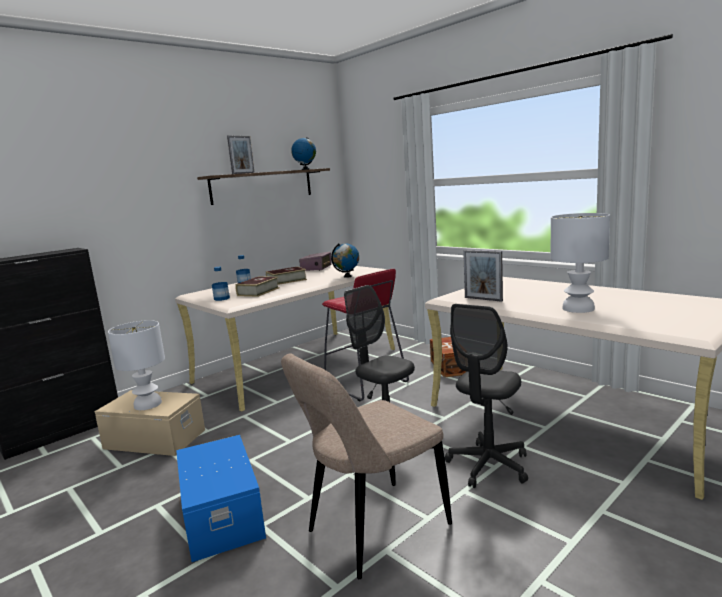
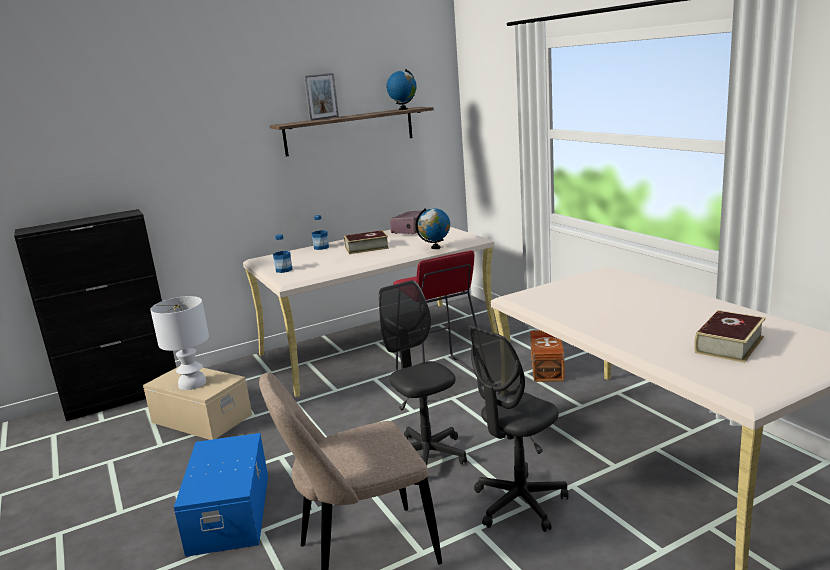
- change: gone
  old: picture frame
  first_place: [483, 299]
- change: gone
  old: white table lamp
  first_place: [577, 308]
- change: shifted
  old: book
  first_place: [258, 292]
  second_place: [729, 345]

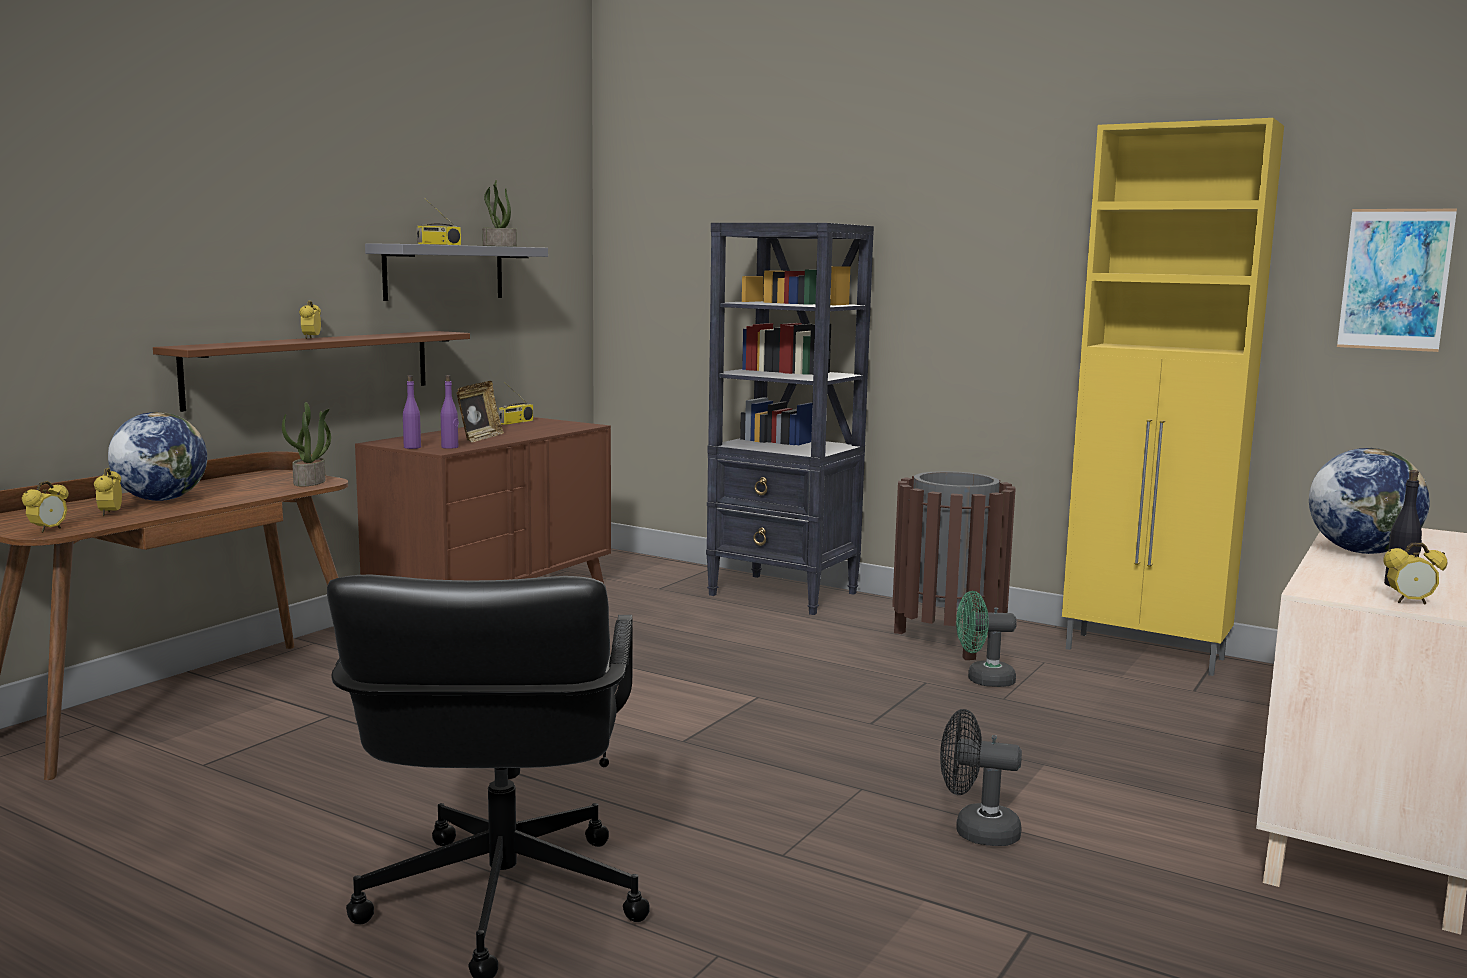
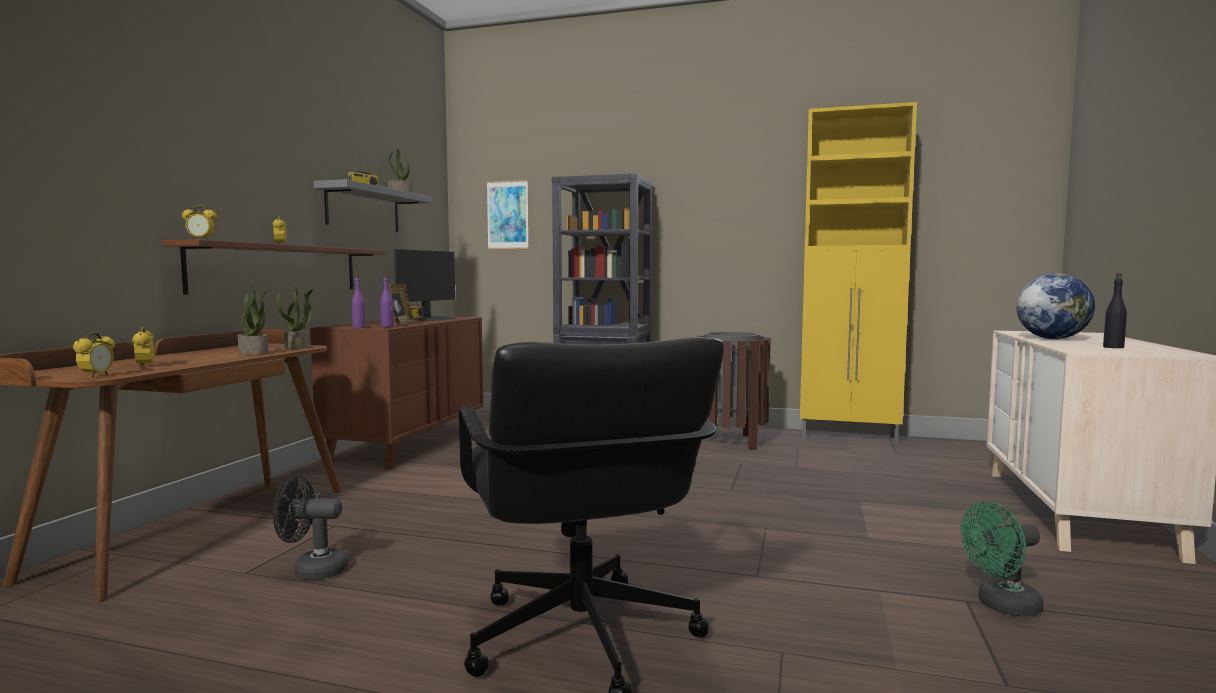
- change: gone
  old: globe
  first_place: [161, 499]
- change: new
  new: potted plant
  second_place: [254, 353]
- change: new
  new: monitor
  second_place: [432, 319]
- change: shifted
  old: black fan
  first_place: [976, 831]
  second_place: [312, 570]
- change: shifted
  old: green fan
  first_place: [982, 680]
  second_place: [1001, 606]
- change: shifted
  old: picture
  first_place: [1395, 279]
  second_place: [507, 215]
- change: shifted
  old: alarm clock
  first_place: [1409, 602]
  second_place: [200, 239]

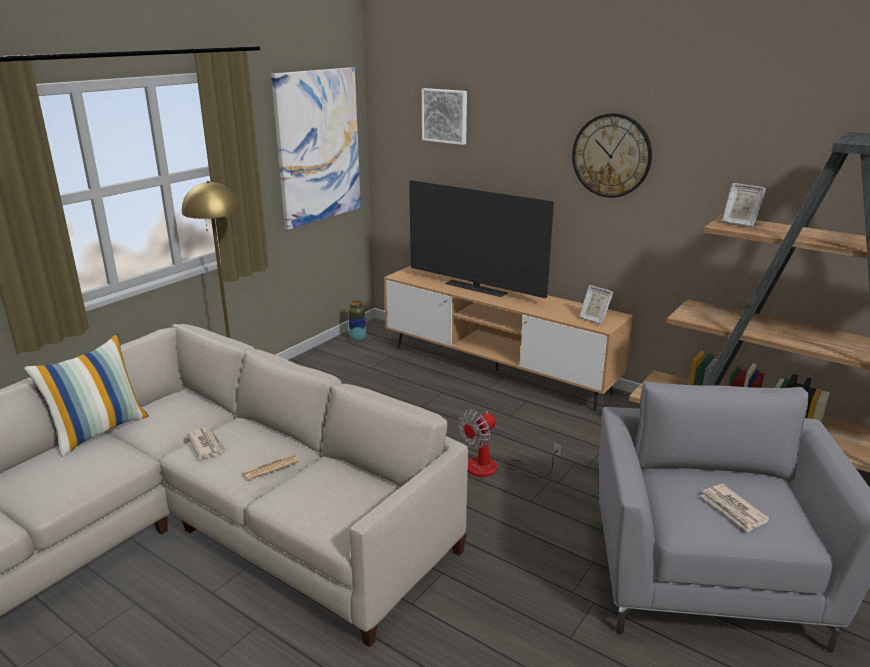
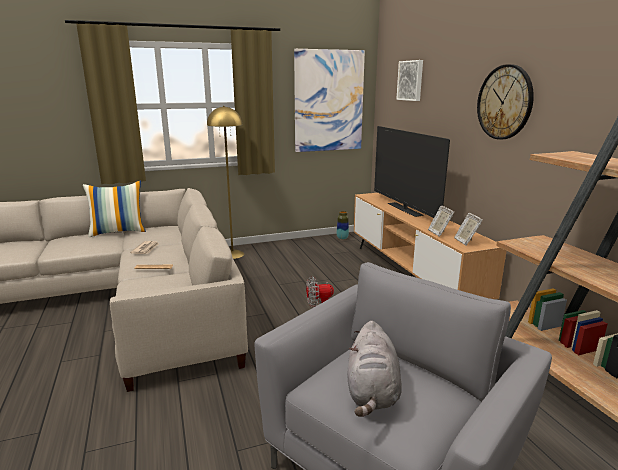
- change: shifted
  old: picture frame
  first_place: [739, 223]
  second_place: [439, 233]
- change: swapped
  old: newspaper
  new: grey plush toy
  first_place: [733, 510]
  second_place: [372, 393]

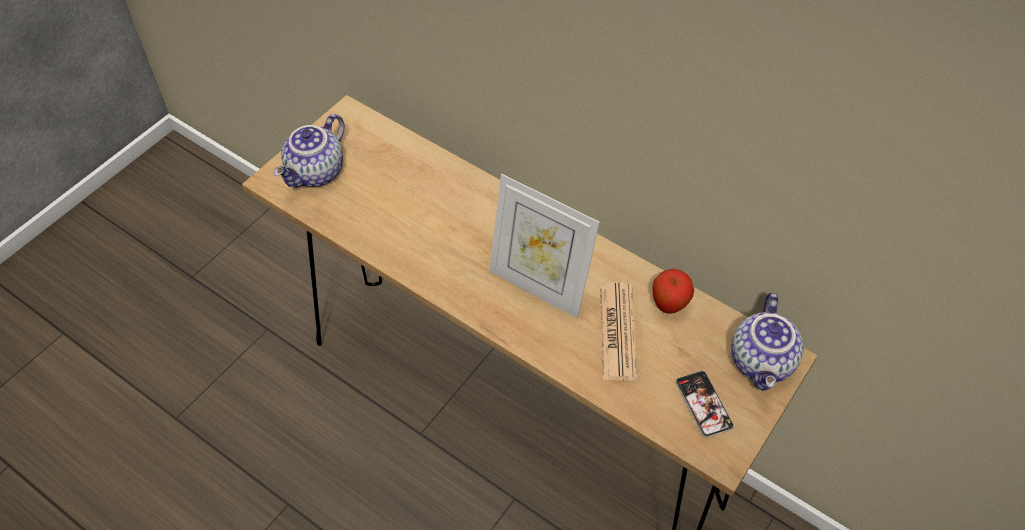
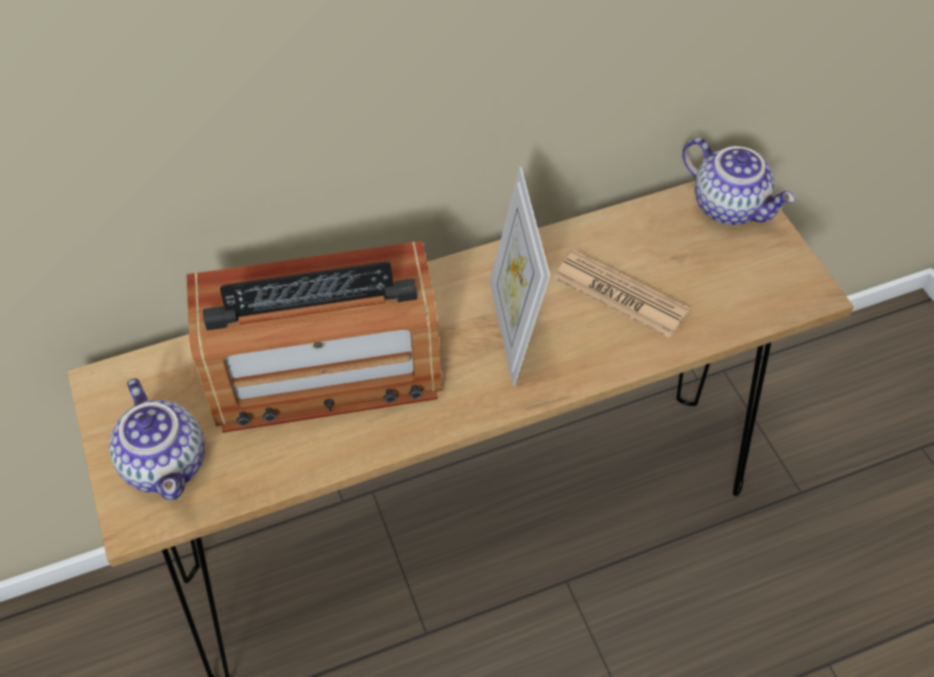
- change: gone
  old: apple
  first_place: [668, 305]
- change: gone
  old: phone
  first_place: [703, 404]
- change: new
  new: radio
  second_place: [325, 372]
- change: rotated
  old: picture frame
  first_place: [538, 286]
  second_place: [514, 330]
  degrees: 105

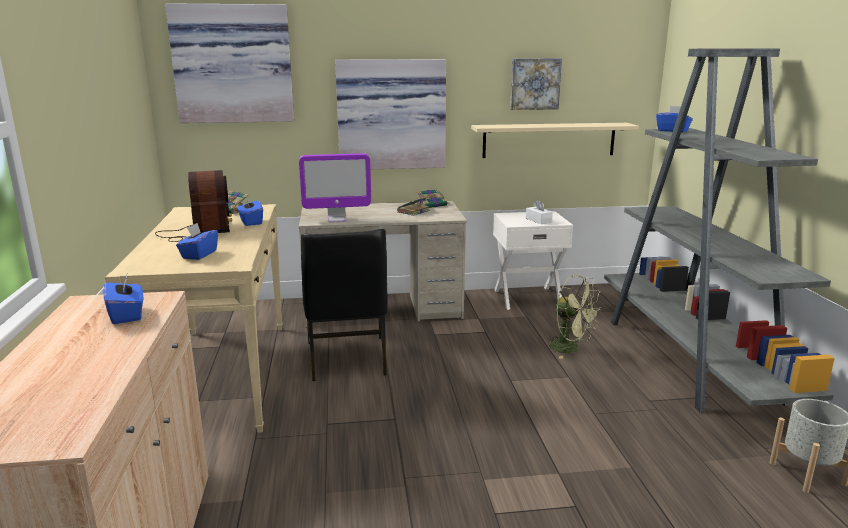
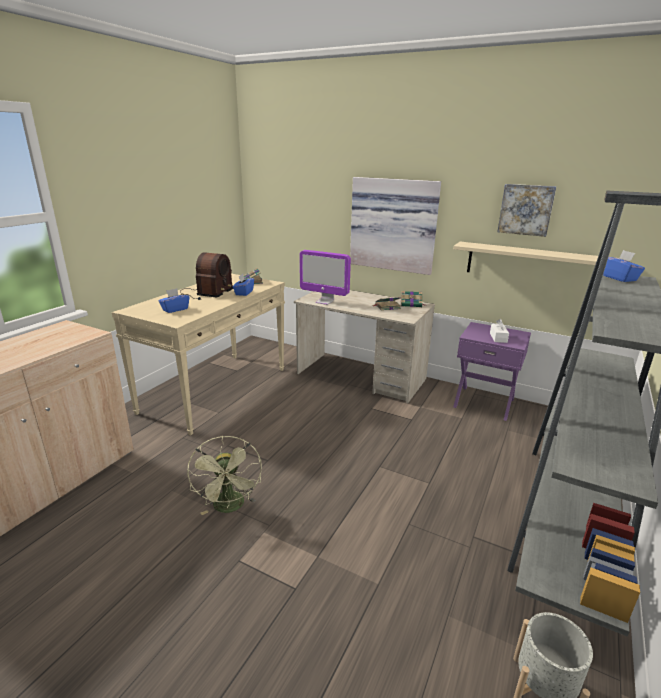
- change: gone
  old: blue tissue box
  first_place: [127, 315]
- change: gone
  old: picture
  first_place: [233, 64]
- change: gone
  old: black chair
  first_place: [347, 359]
- change: shifted
  old: green fan
  first_place: [570, 349]
  second_place: [230, 507]
- change: repainted
  old: white nightstand
  new: purple nightstand
  first_place: [527, 297]
  second_place: [484, 402]

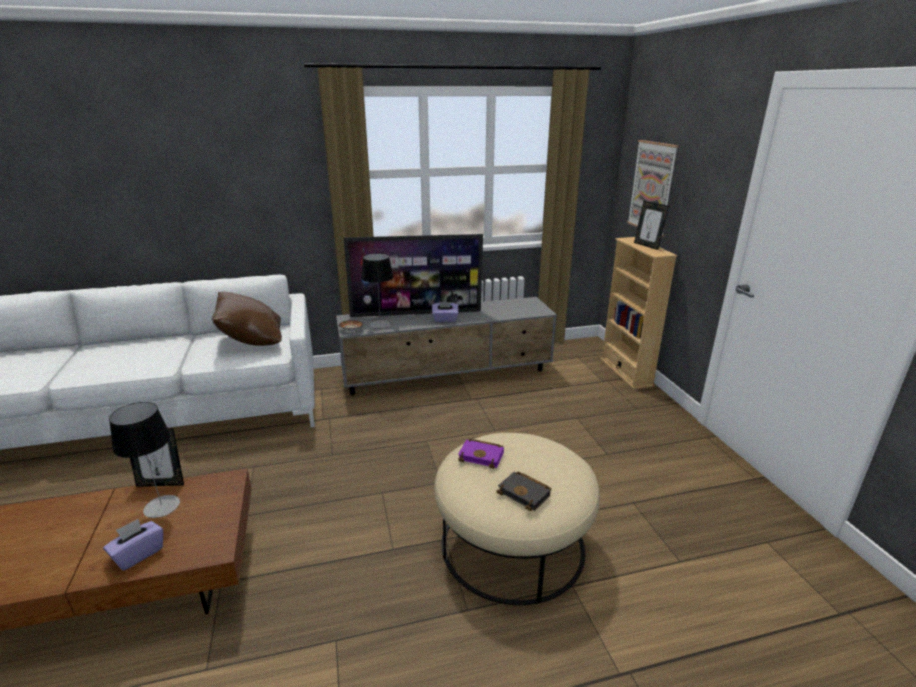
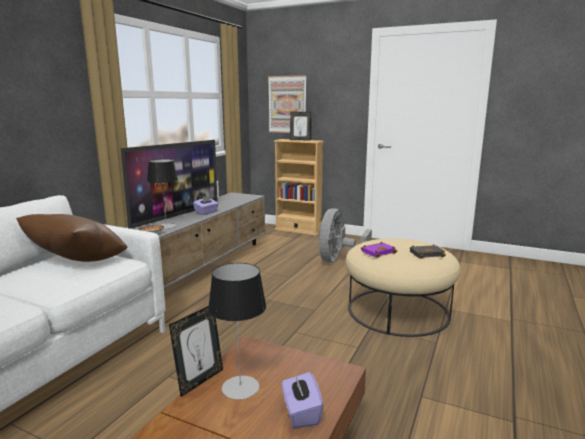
- change: new
  new: grey fan
  second_place: [338, 261]

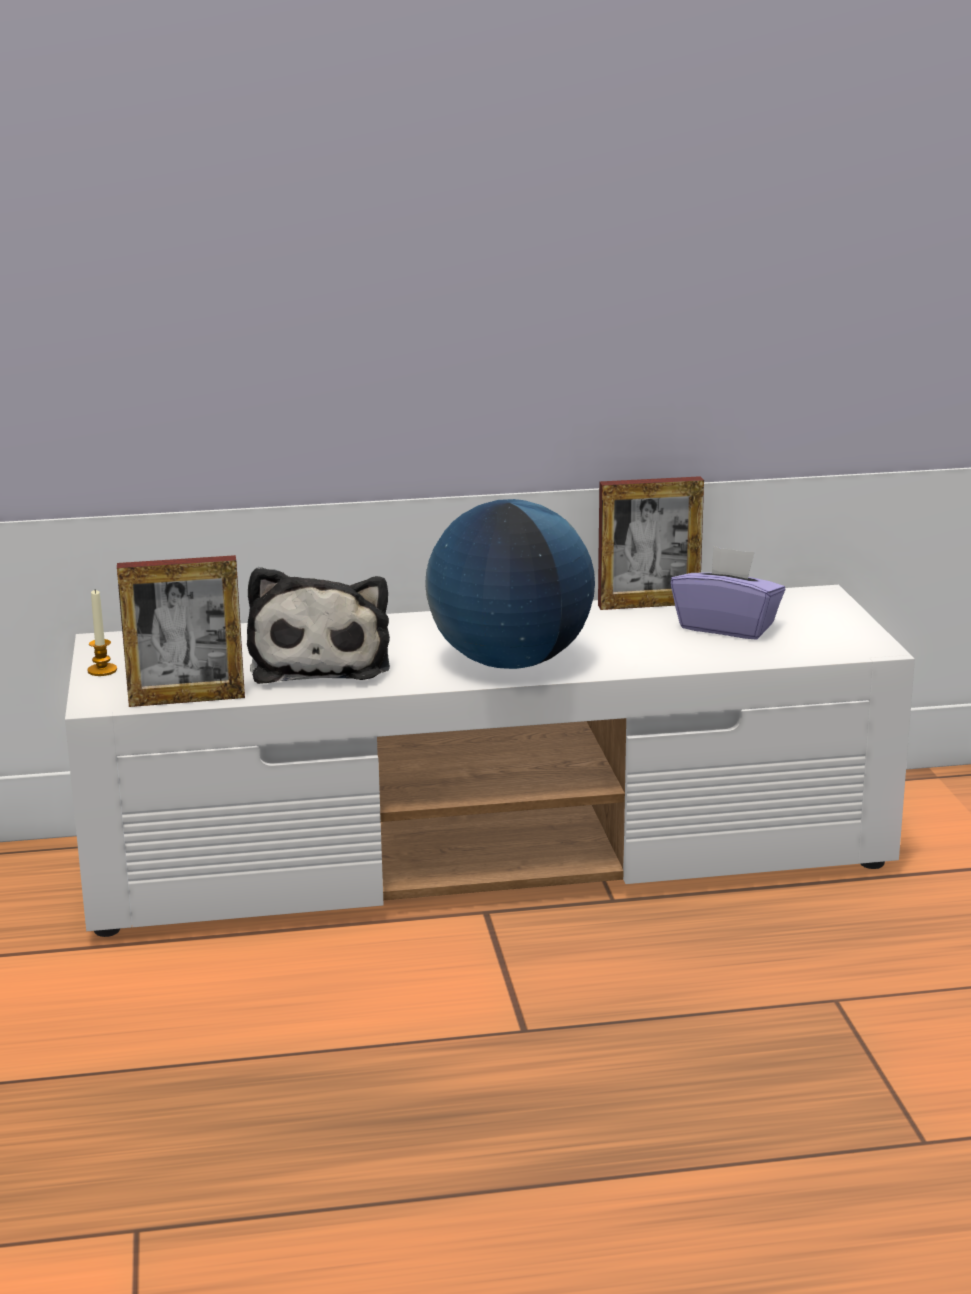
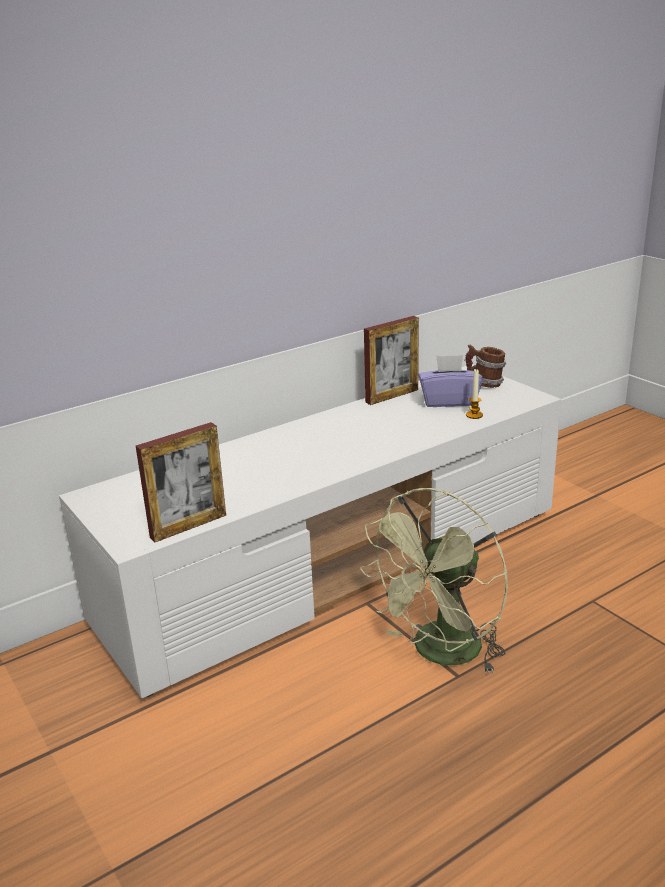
- change: gone
  old: plush toy
  first_place: [321, 662]
- change: gone
  old: globe
  first_place: [510, 663]
- change: new
  new: green fan
  second_place: [440, 654]
- change: new
  new: mug
  second_place: [484, 384]
- change: shifted
  old: candle
  first_place: [102, 670]
  second_place: [474, 415]

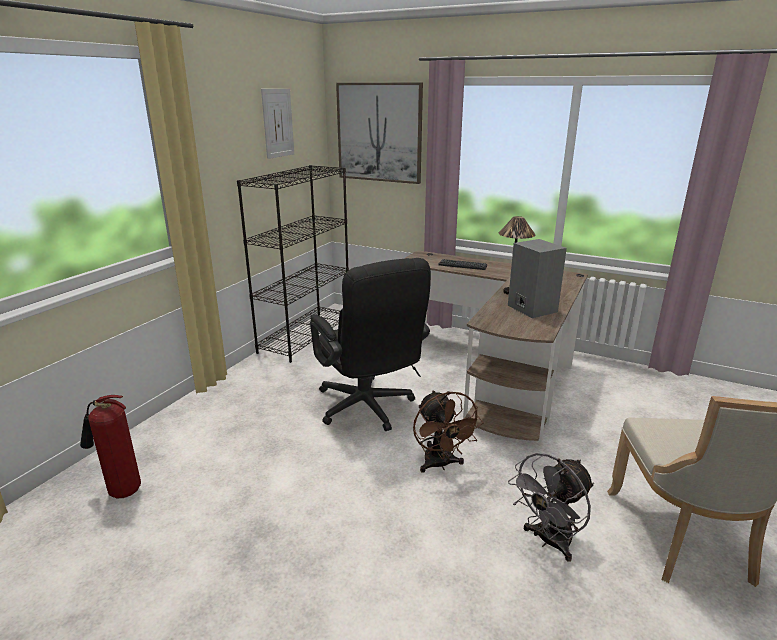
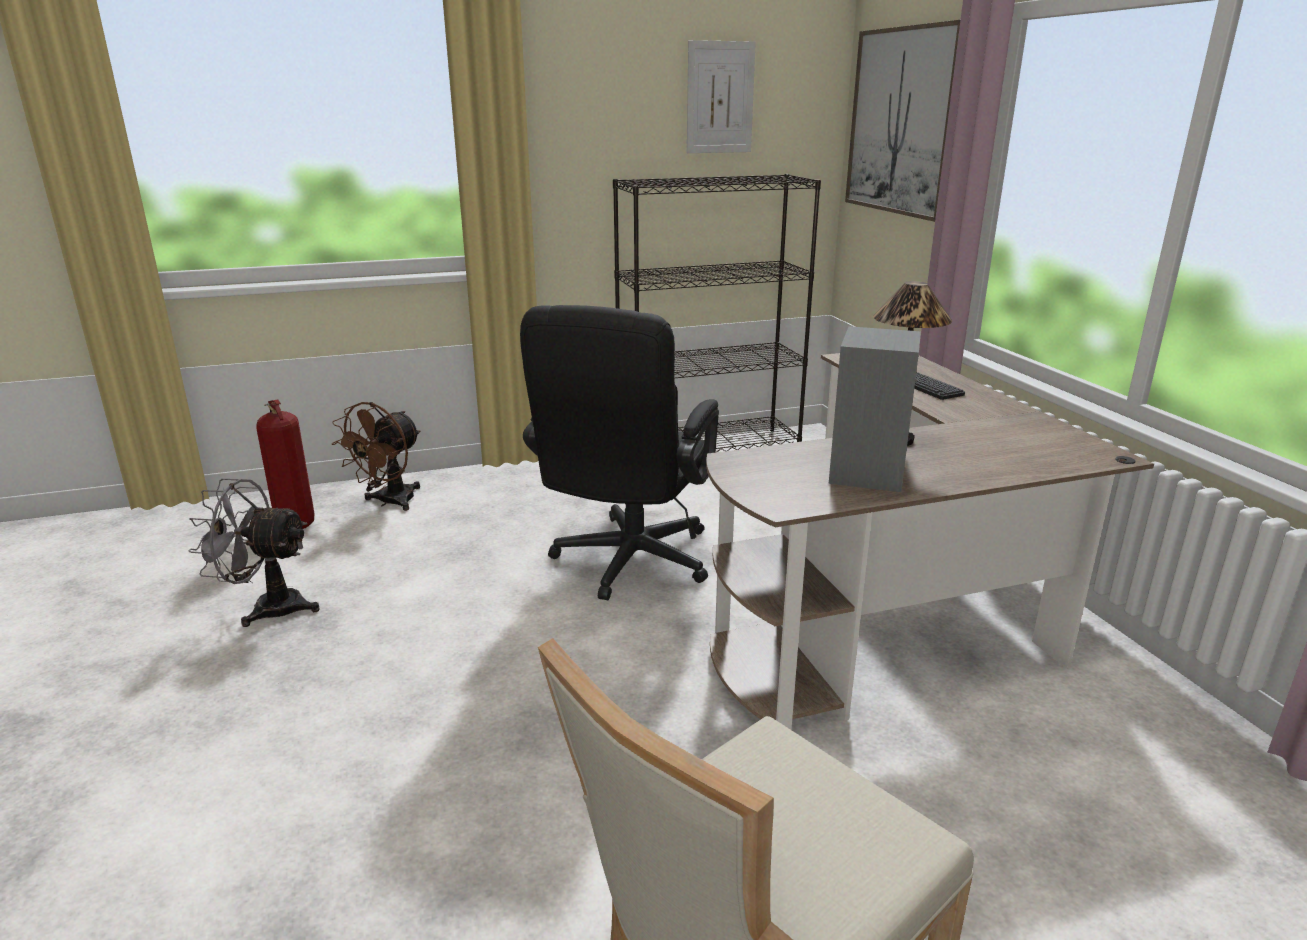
- change: shifted
  old: brown fan
  first_place: [440, 465]
  second_place: [389, 502]
- change: shifted
  old: grey fan
  first_place: [548, 541]
  second_place: [267, 607]

